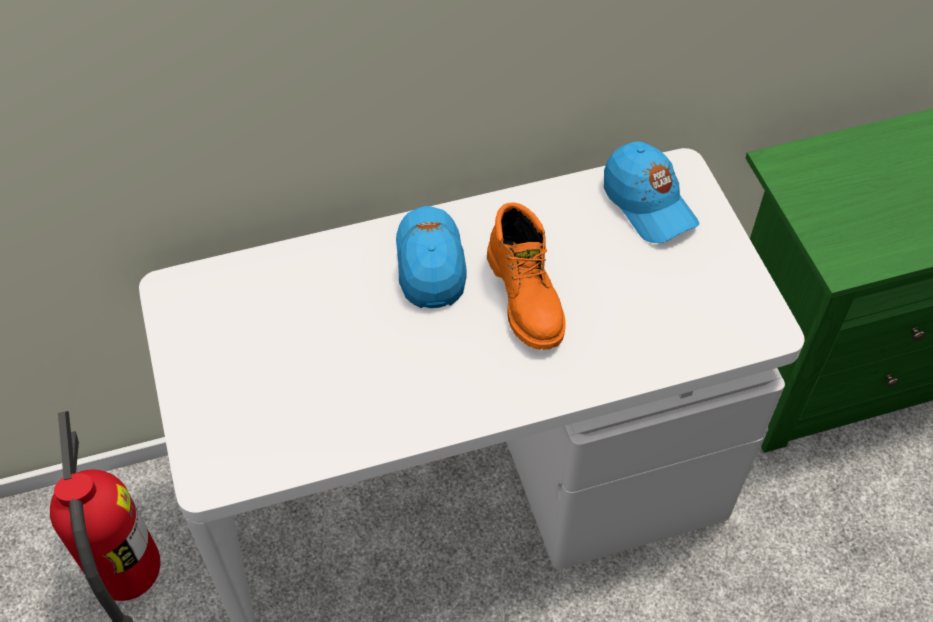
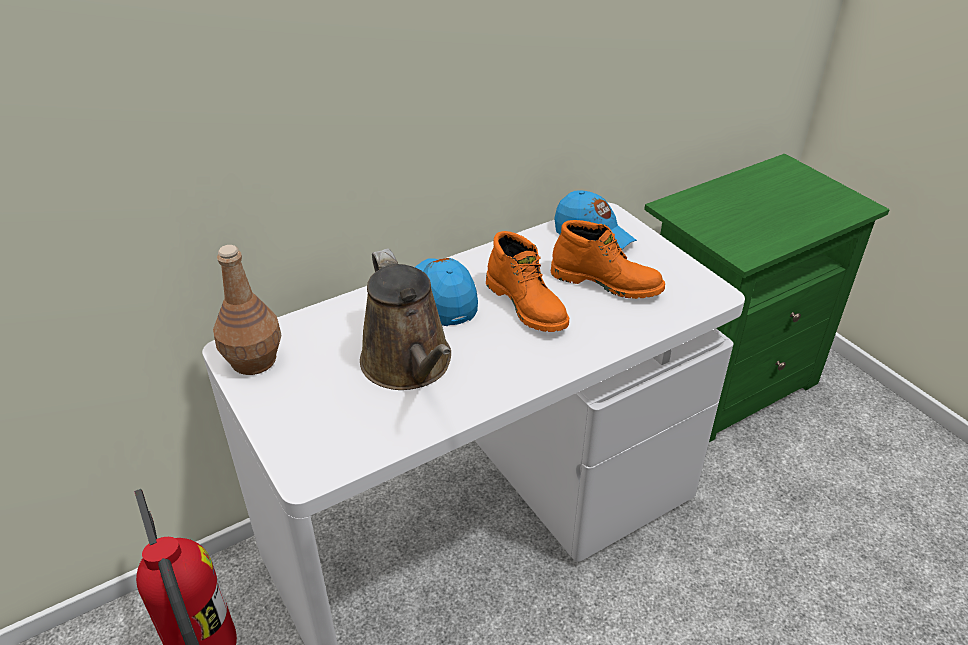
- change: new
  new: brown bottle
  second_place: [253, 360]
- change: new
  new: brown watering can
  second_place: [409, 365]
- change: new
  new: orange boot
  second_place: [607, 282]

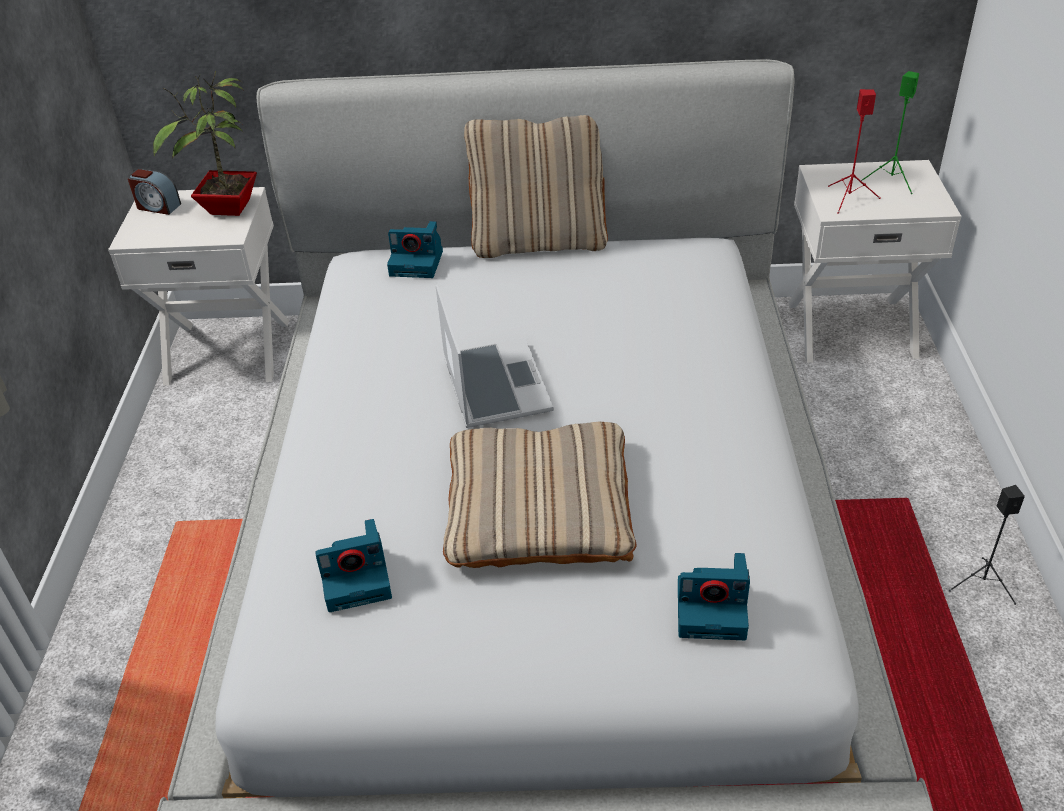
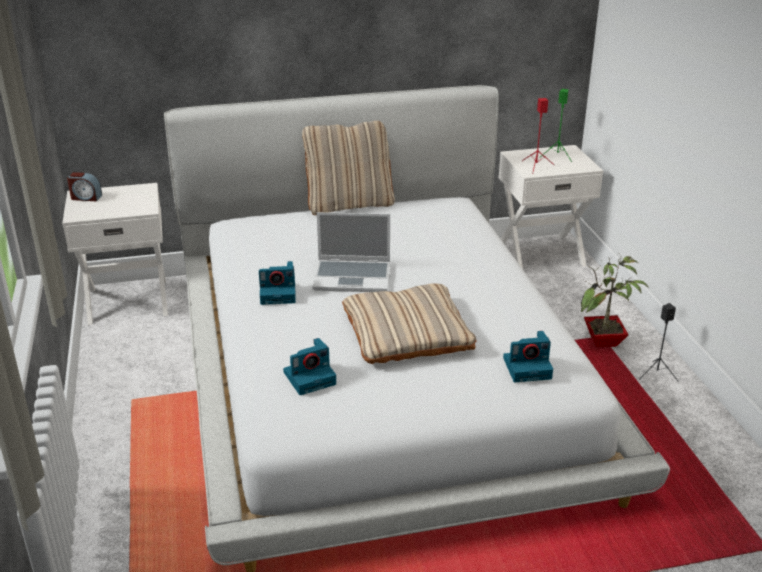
- change: shifted
  old: potted plant
  first_place: [229, 209]
  second_place: [604, 342]
- change: shifted
  old: photo camera
  first_place: [418, 263]
  second_place: [279, 293]
- change: rotated
  old: laptop
  first_place: [494, 385]
  second_place: [353, 277]
  degrees: 120

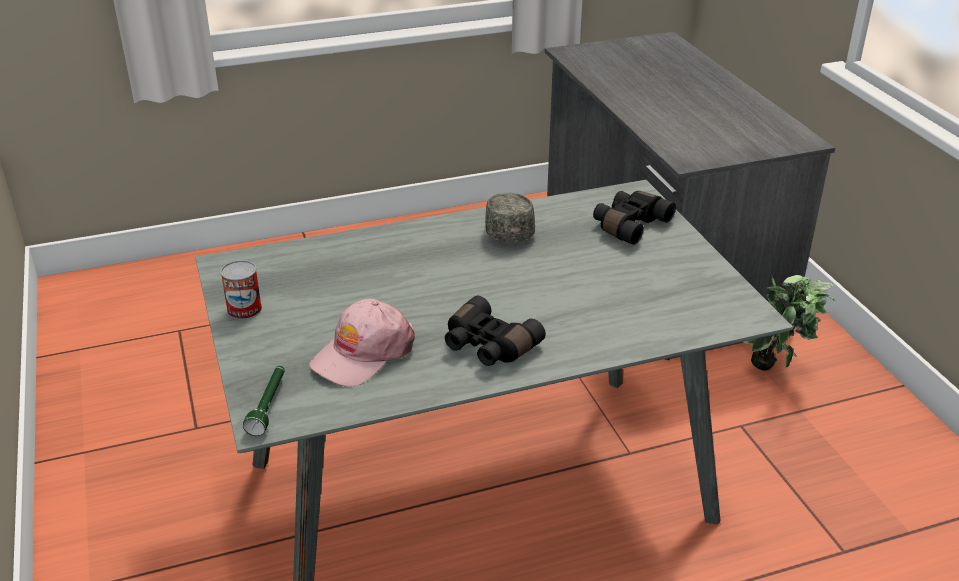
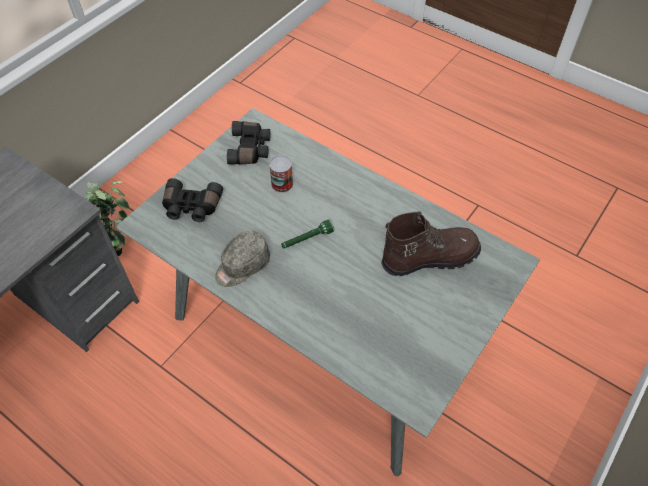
- change: shifted
  old: can
  first_place: [244, 309]
  second_place: [282, 184]
- change: shifted
  old: green flashlight
  first_place: [269, 406]
  second_place: [307, 239]
- change: shifted
  old: black binoculars
  first_place: [487, 346]
  second_place: [250, 149]
- change: swapped
  old: pink cap
  new: brown boot
  first_place: [363, 353]
  second_place: [429, 257]

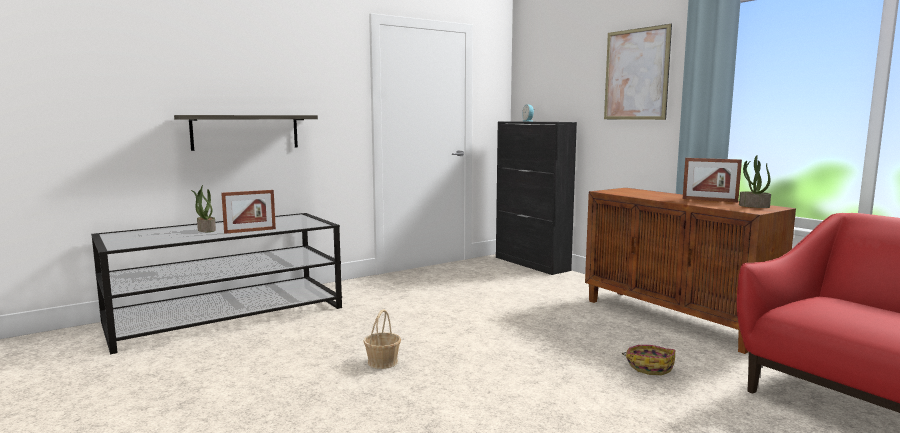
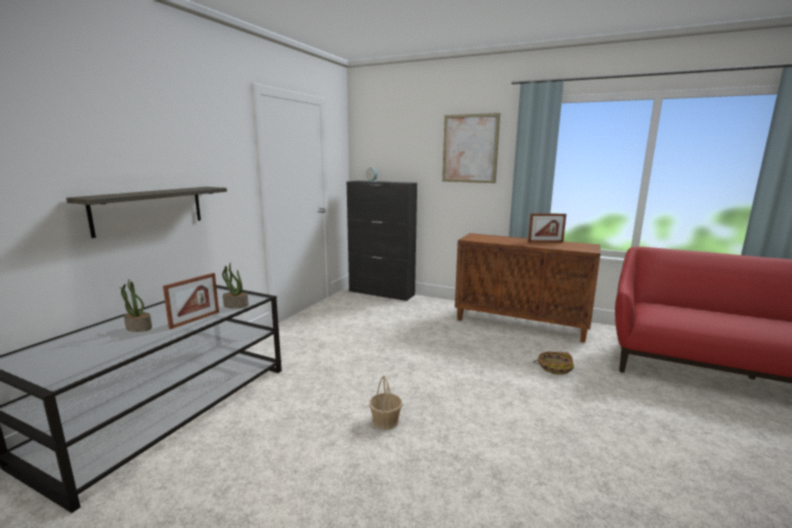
- change: shifted
  old: potted plant
  first_place: [753, 206]
  second_place: [235, 305]

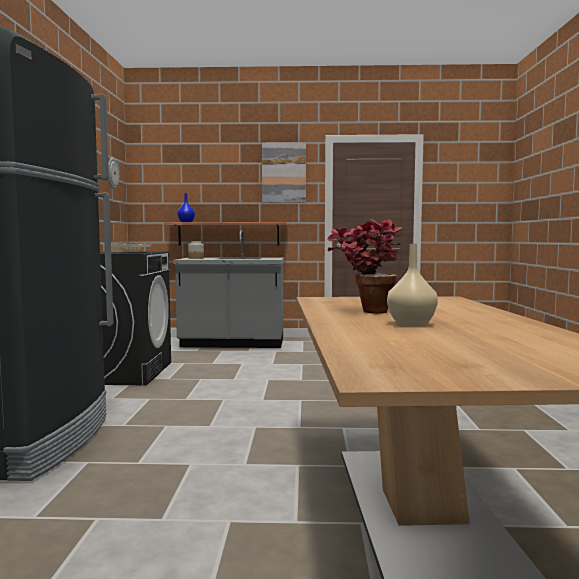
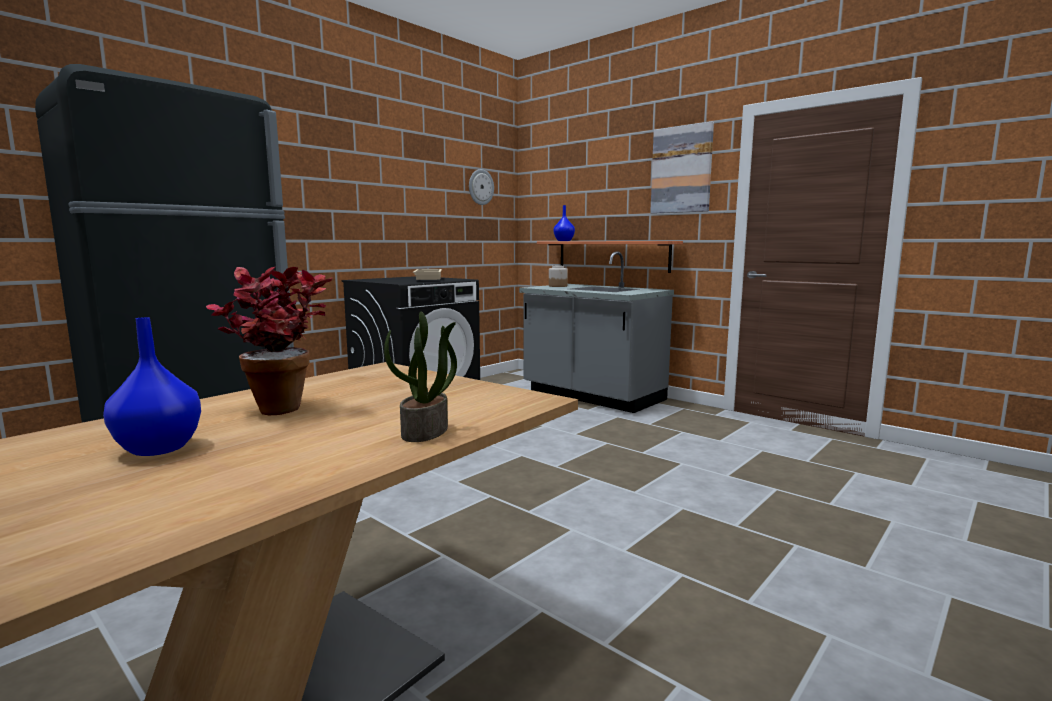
- change: new
  new: potted plant
  second_place: [425, 432]
- change: repainted
  old: beige vase
  new: blue vase
  first_place: [412, 324]
  second_place: [159, 449]

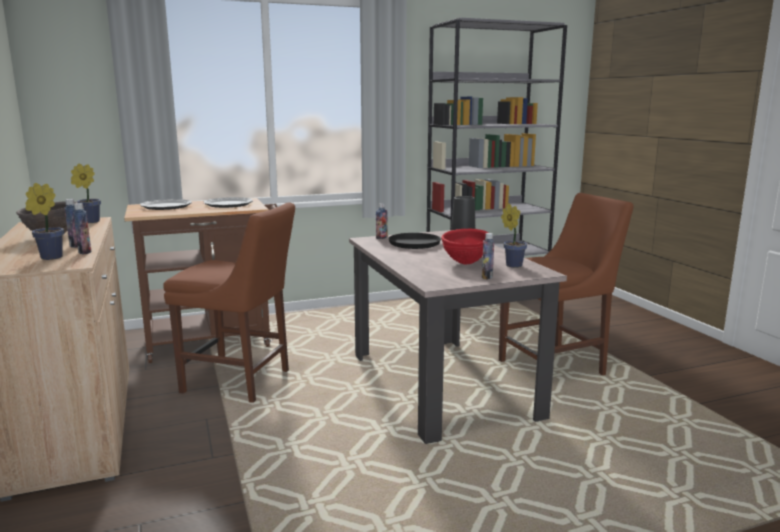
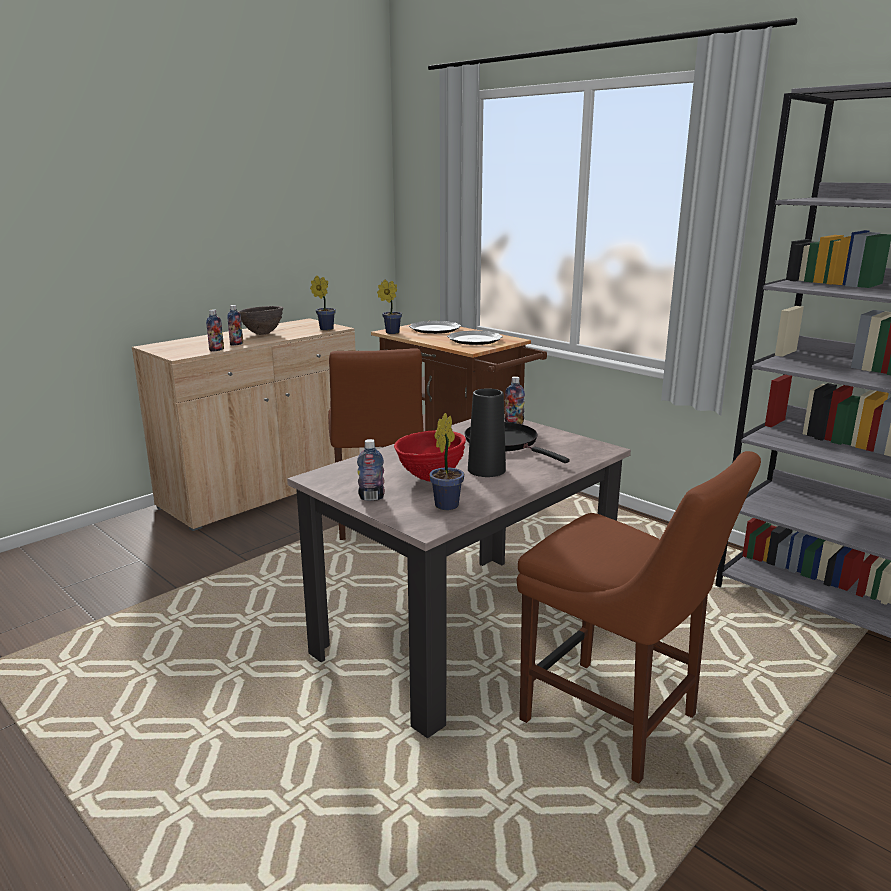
- change: shifted
  old: potted plant
  first_place: [49, 258]
  second_place: [390, 332]

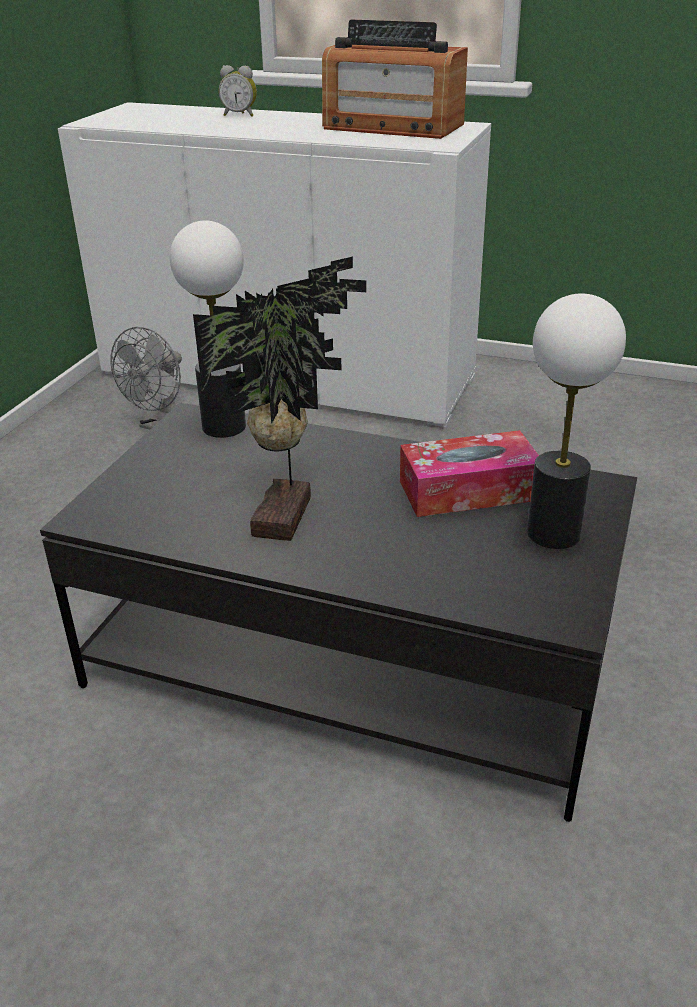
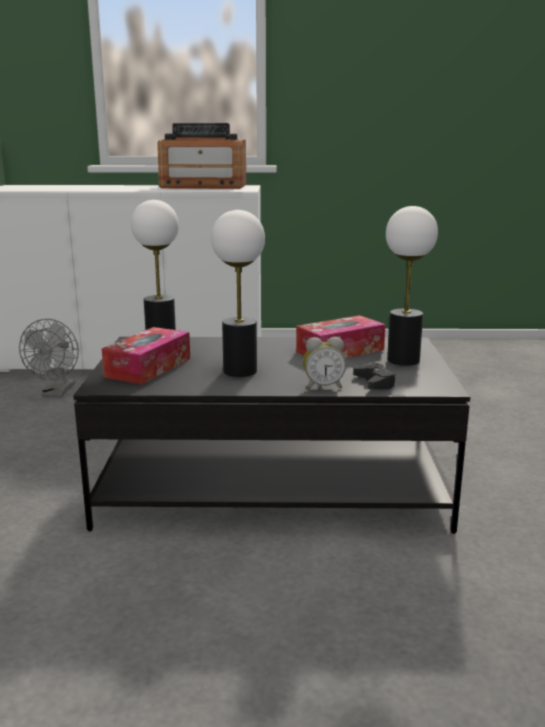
- change: new
  new: tissue box
  second_place: [148, 367]
- change: new
  new: black game controller
  second_place: [374, 382]
- change: shifted
  old: alarm clock
  first_place: [240, 115]
  second_place: [323, 387]
- change: swapped
  old: potted plant
  new: table lamp
  first_place: [288, 516]
  second_place: [240, 371]

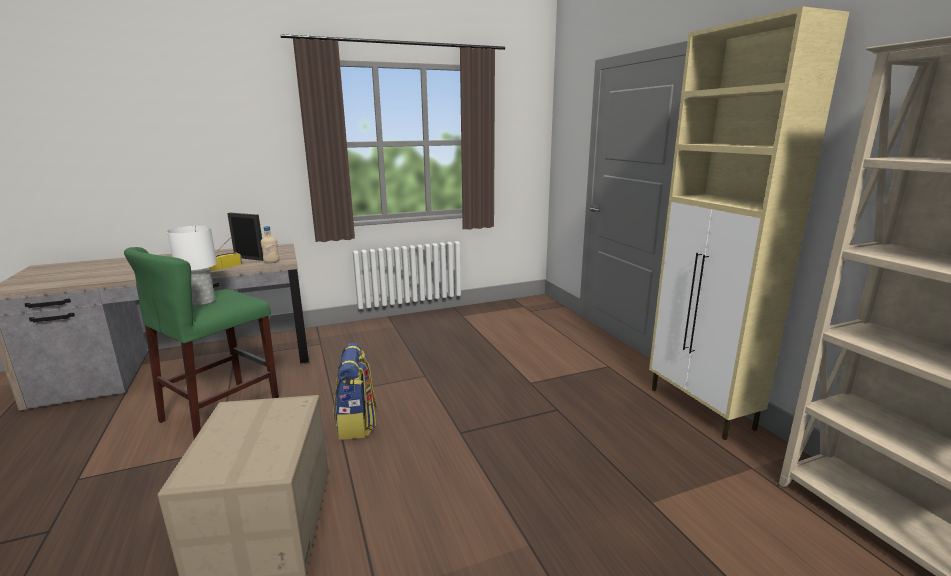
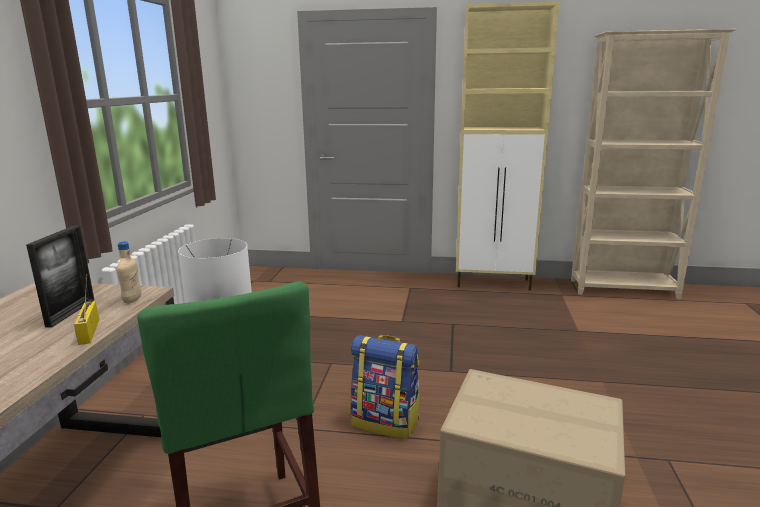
- change: rotated
  old: picture frame
  first_place: [249, 258]
  second_place: [71, 312]
  degrees: 135

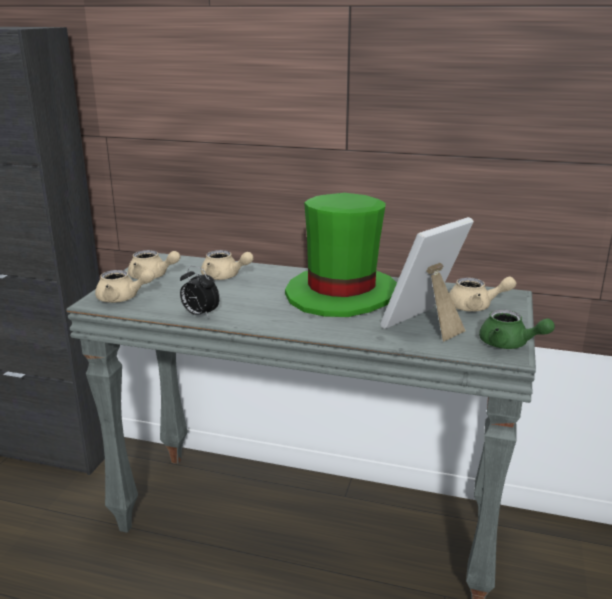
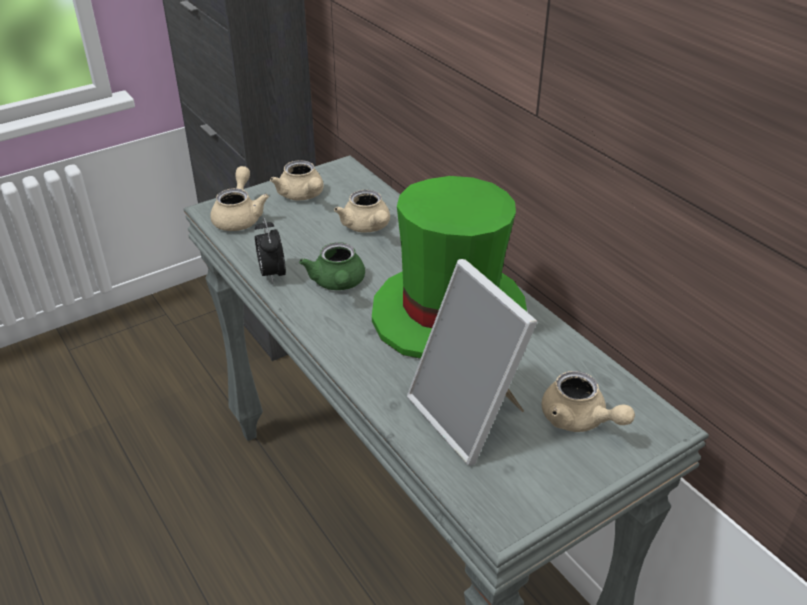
- change: shifted
  old: green teapot
  first_place: [509, 344]
  second_place: [338, 284]
- change: rotated
  old: beige teapot
  first_place: [123, 298]
  second_place: [239, 216]
  degrees: -135
- change: rotated
  old: picture frame
  first_place: [426, 326]
  second_place: [470, 416]
  degrees: -120

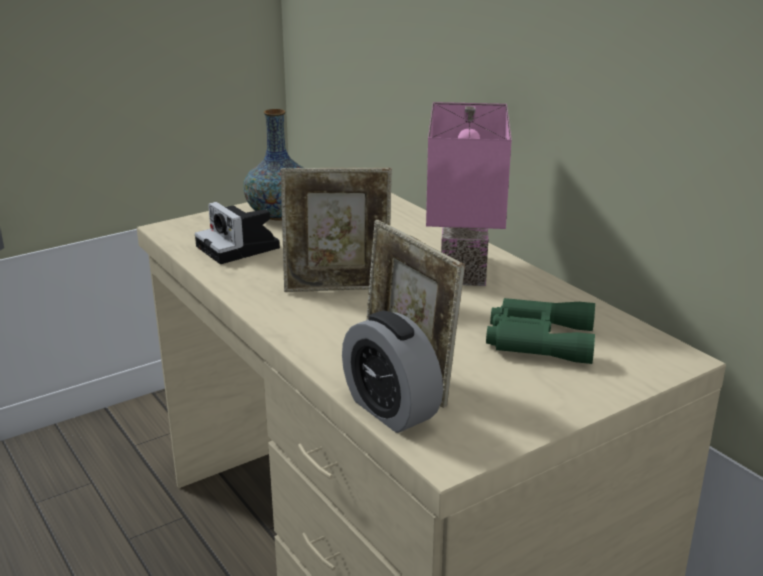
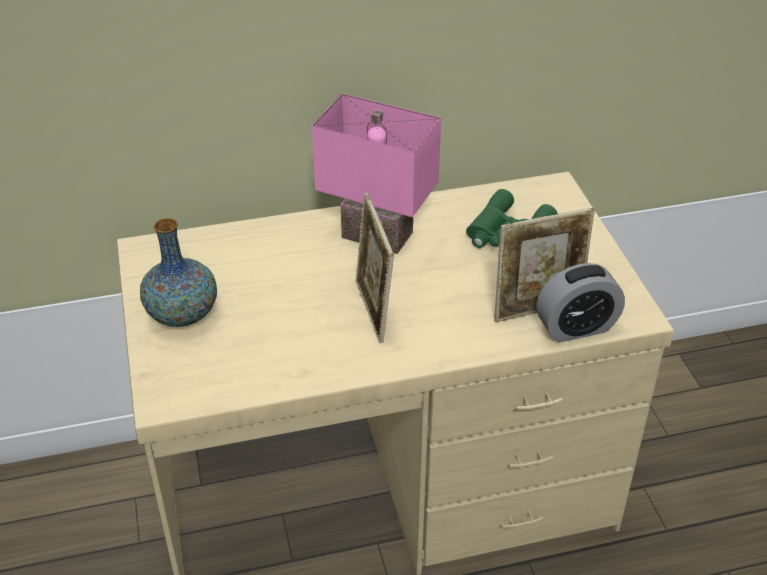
- change: gone
  old: photo camera
  first_place: [240, 248]
- change: rotated
  old: picture frame
  first_place: [338, 288]
  second_place: [373, 311]
  degrees: 150

